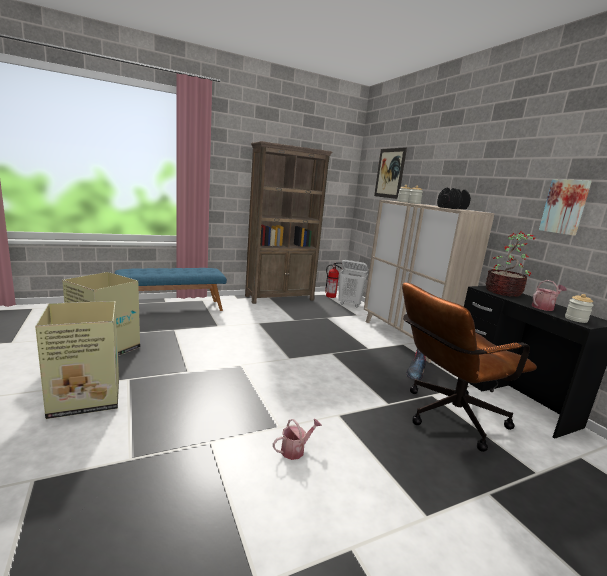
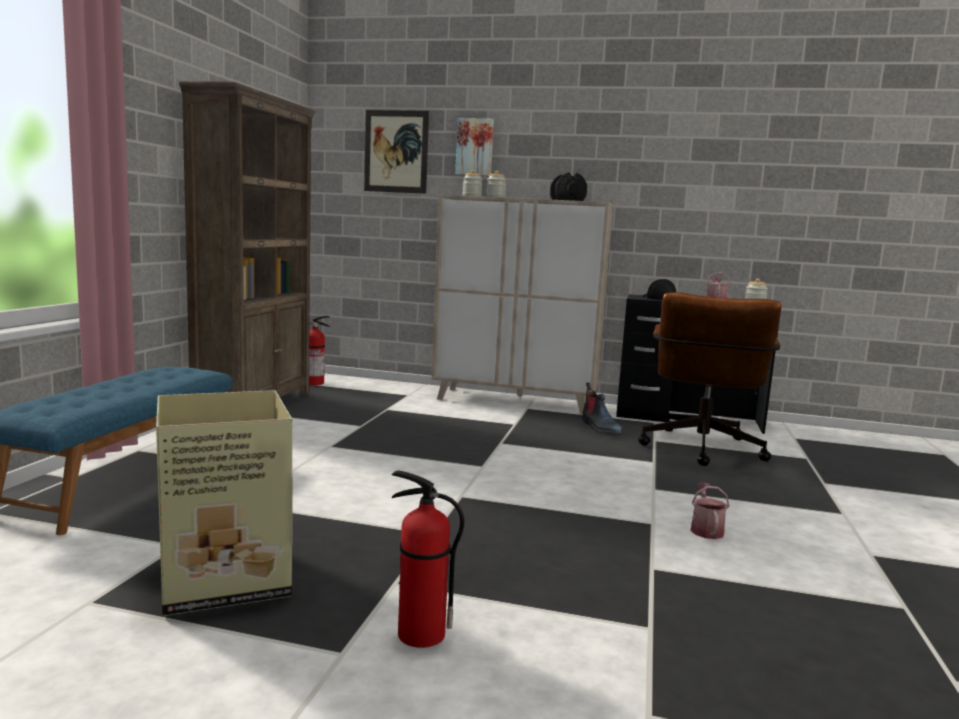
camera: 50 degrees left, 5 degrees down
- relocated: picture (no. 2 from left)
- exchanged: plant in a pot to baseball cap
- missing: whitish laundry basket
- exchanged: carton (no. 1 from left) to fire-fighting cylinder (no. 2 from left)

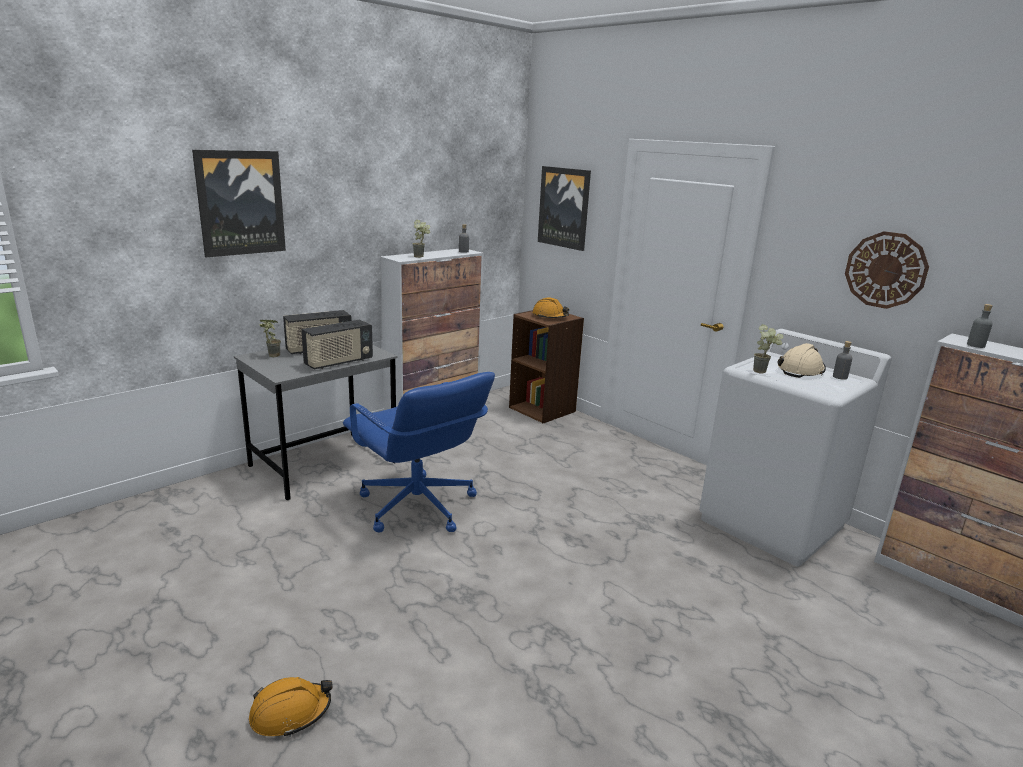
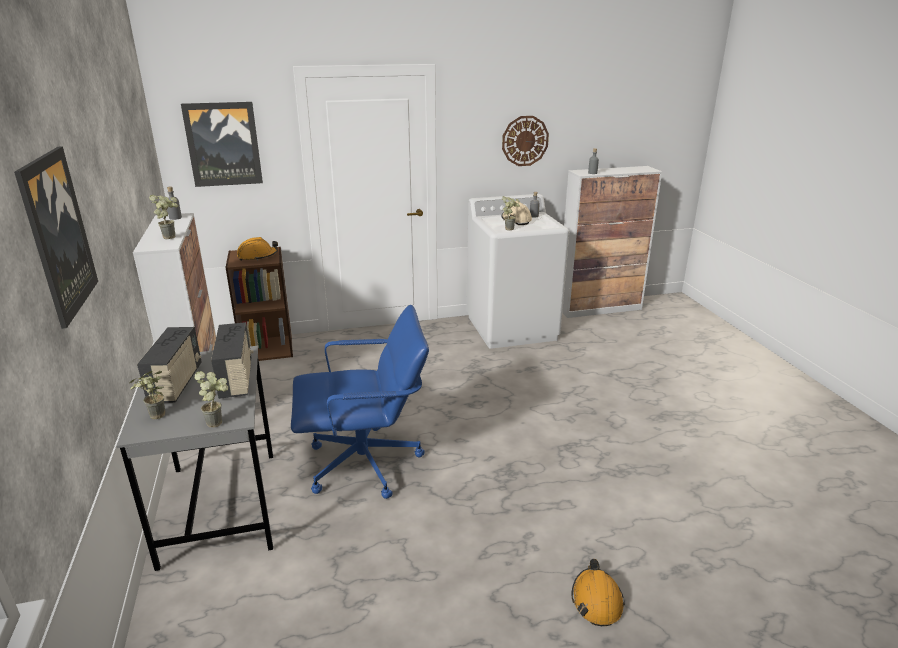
camera: 60 degrees left, 5 degrees up
- appeared: plant in a pot (no. 3 from left)

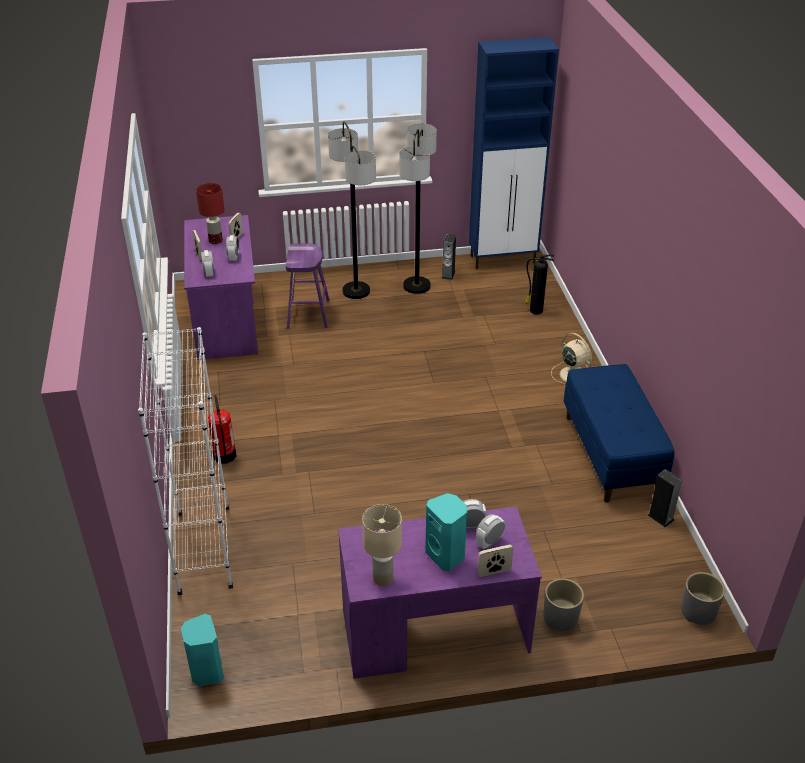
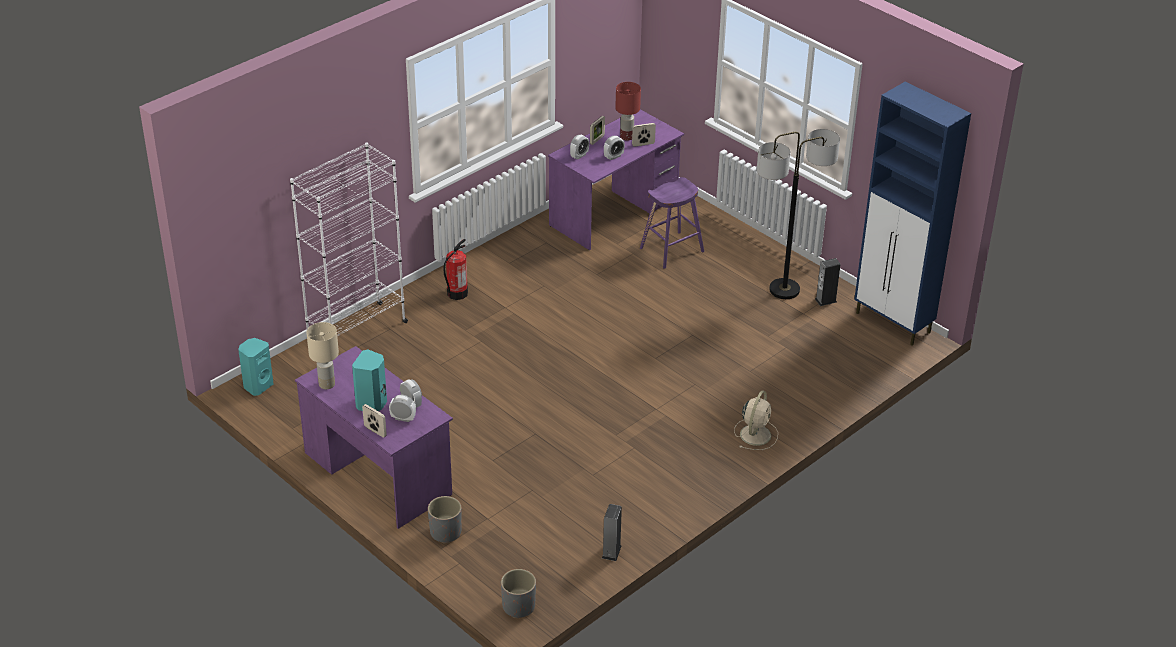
camera: 55 degrees right, 0 degrees up
- missing: standing lamp (no. 1 from left)
- missing: fire-fighting cylinder (no. 2 from left)
- missing: bluish bench

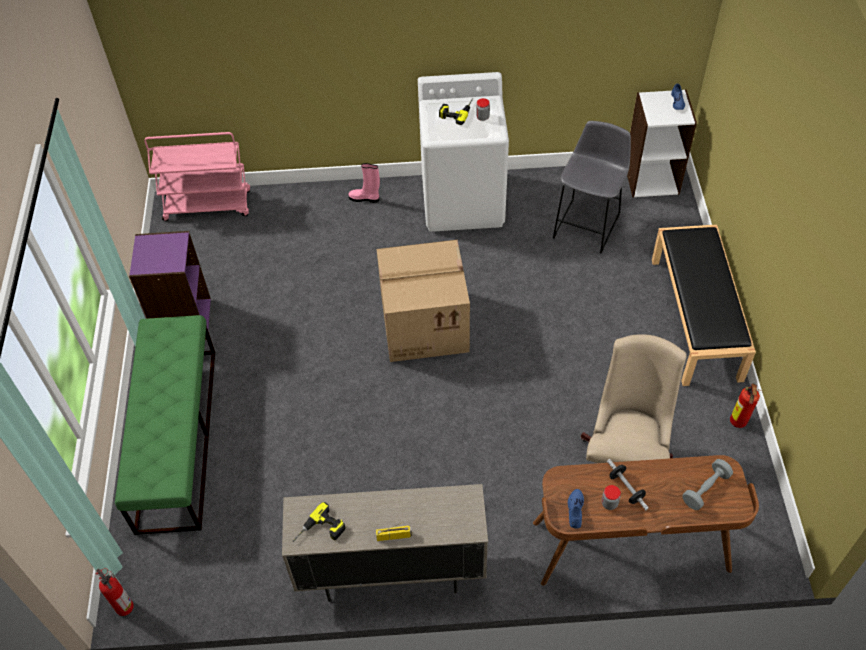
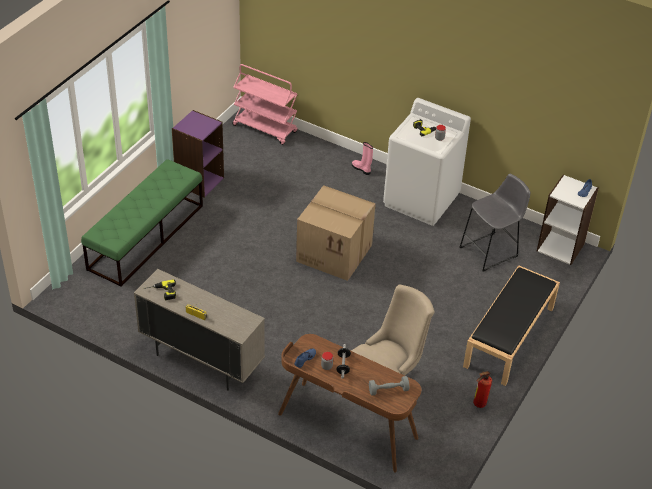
camera: 30 degrees right, 10 degrees down
- missing: fire-fighting cylinder (no. 1 from left)

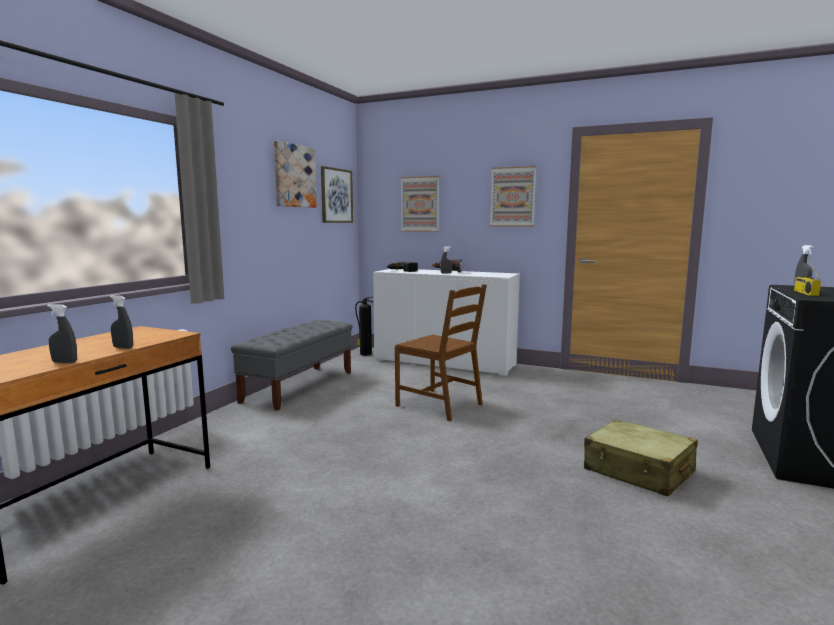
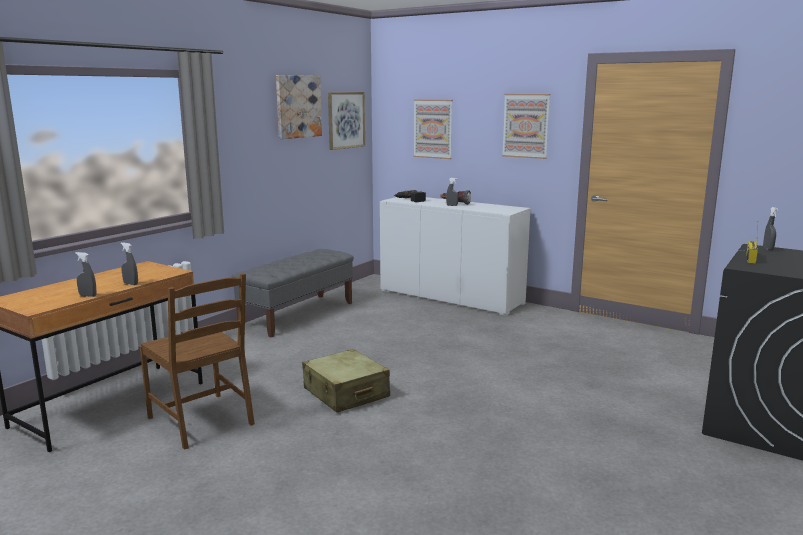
camera: 10 degrees right, 5 degrees up
- relocated: brown plain chair
- missing: fire-fighting cylinder
- relocated: sand-coloured travel case

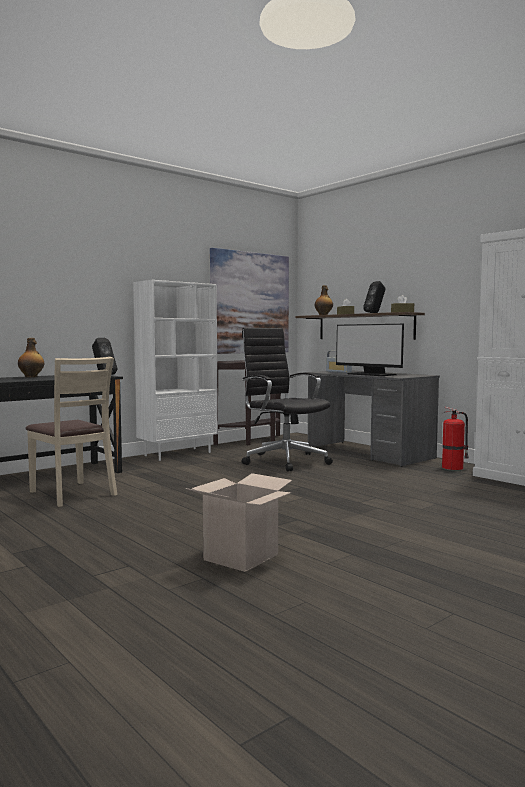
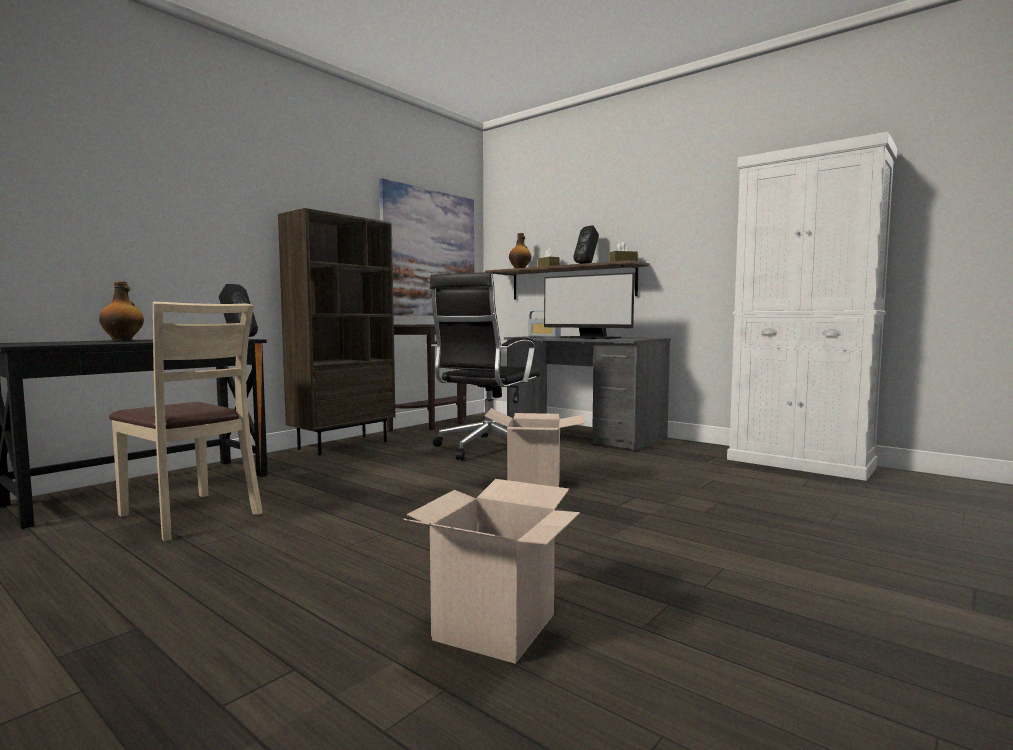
camera: 10 degrees left, 0 degrees up
- colour: whitish bookshelf to brown bookshelf
- spun: black-coloured computer chair 105 degrees counterclockwise
- missing: fire-fighting cylinder
- appeared: carton (no. 2 from left)

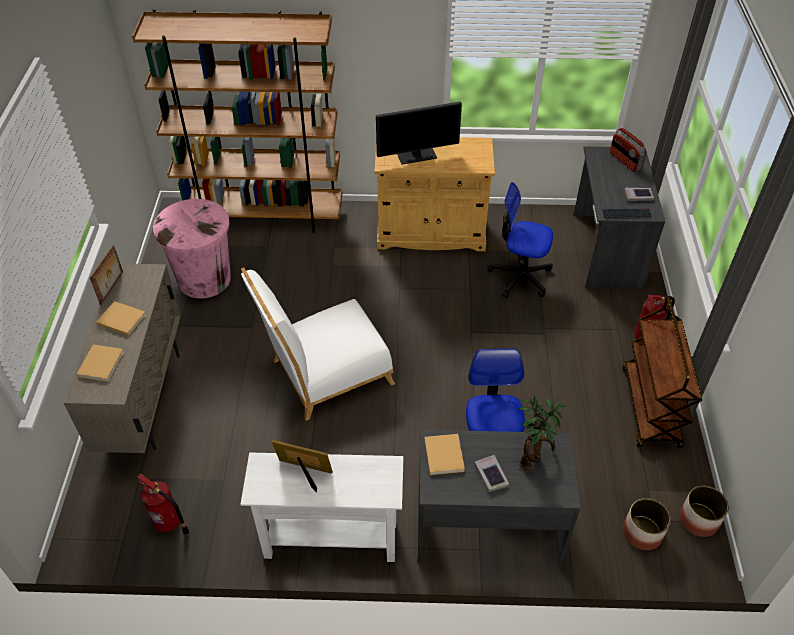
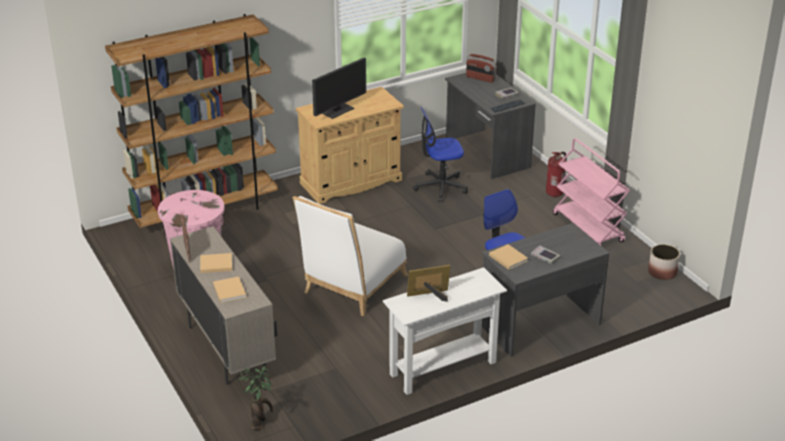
camera: 30 degrees left, 15 degrees down
- colour: brown wheeled cart to pink wheeled cart
- relocated: plant in a pot
- missing: fire-fighting cylinder (no. 1 from left)
- missing: plant pot (no. 1 from left)

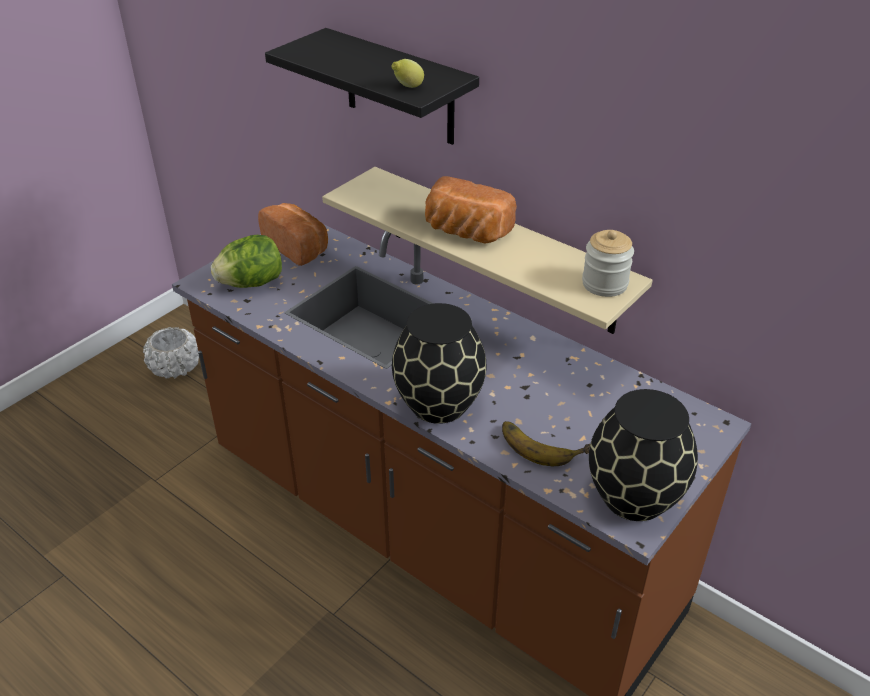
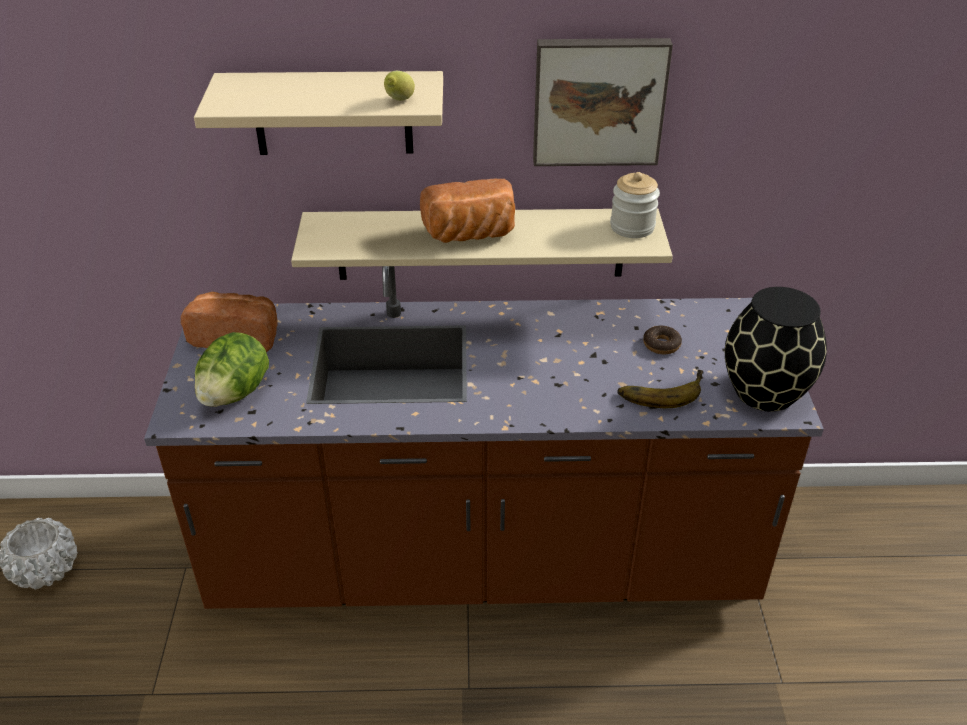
camera: 40 degrees left, 0 degrees up
- colour: black-coloured bracket shelf to sand-coloured bracket shelf (no. 1 from left)
- missing: black-coloured vase (no. 1 from left)
- appeared: picture
- appeared: doughnut

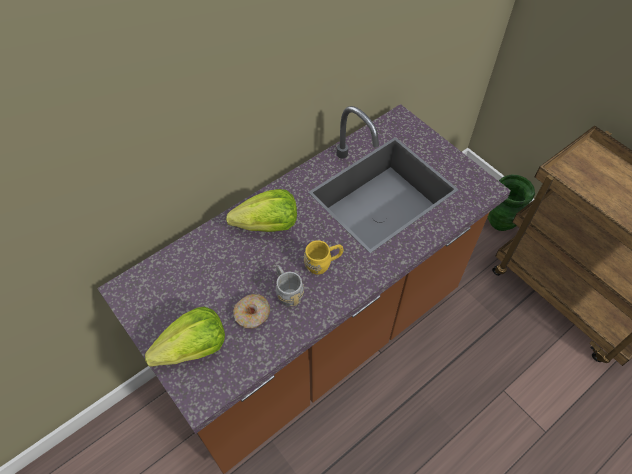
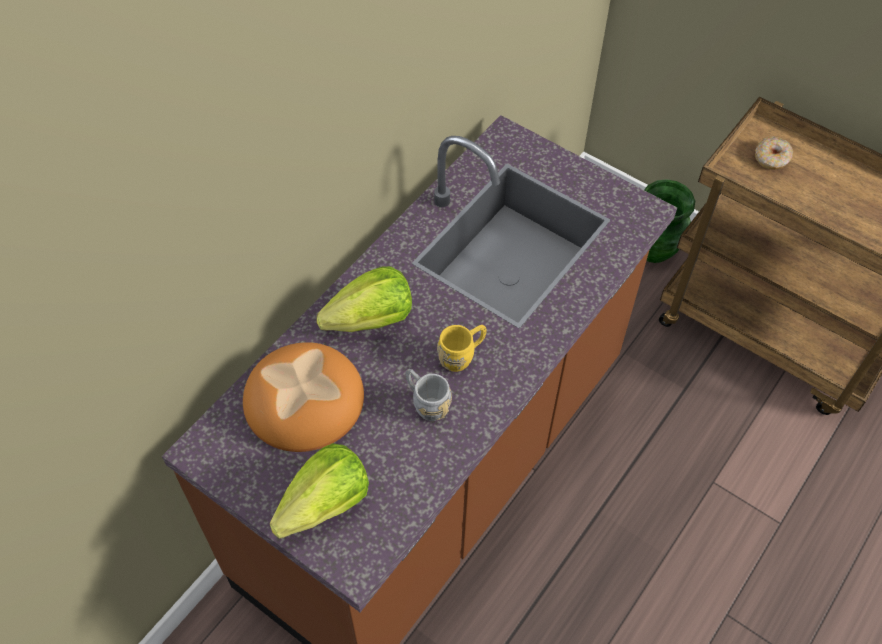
camera: 15 degrees left, 0 degrees up
- relocated: doughnut
- appeared: bread

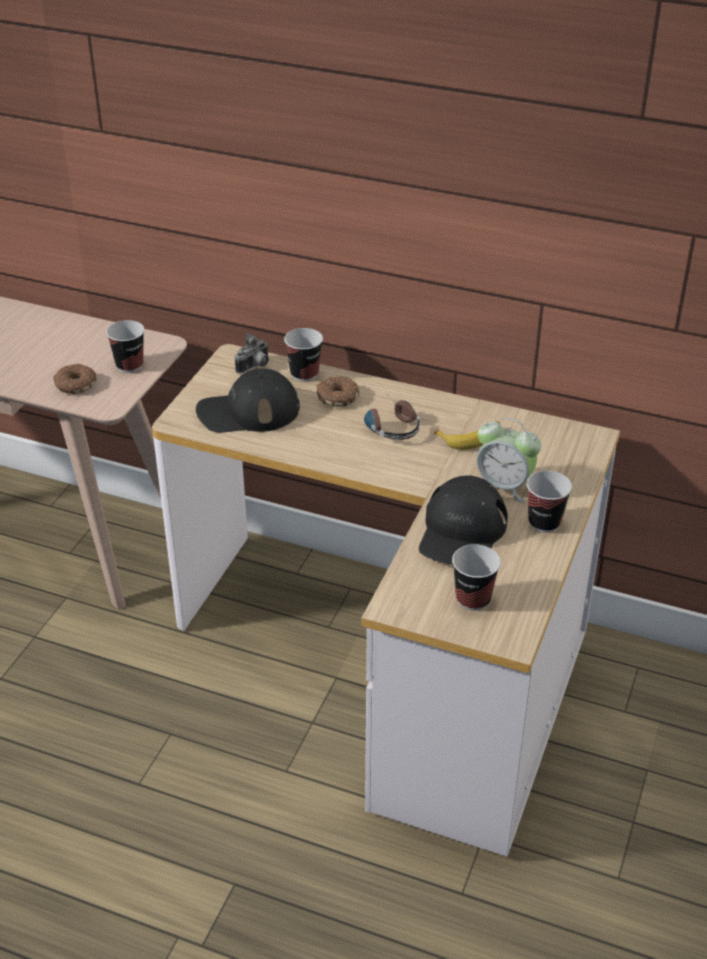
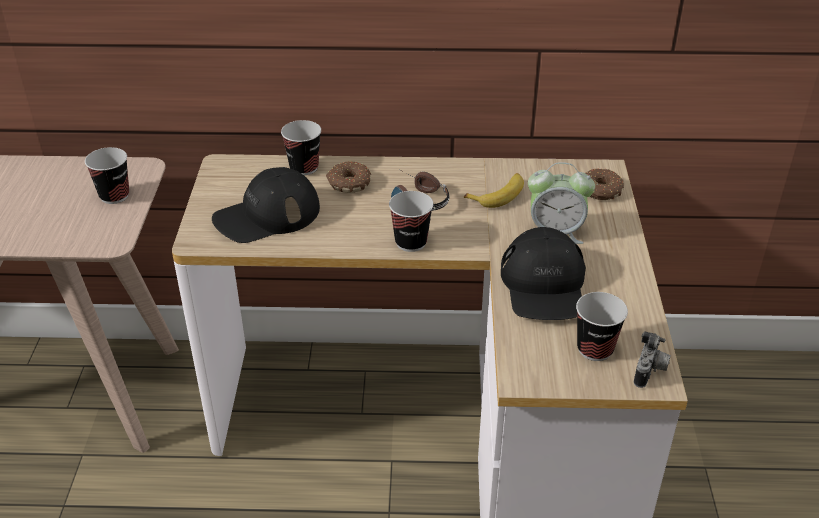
camera: 20 degrees left, 0 degrees up
- relocated: photo camera
- relocated: doughnut (no. 1 from left in the first image) to doughnut (no. 2 from left)
- relocated: cup (no. 4 from left in the first image) to cup (no. 3 from left)

